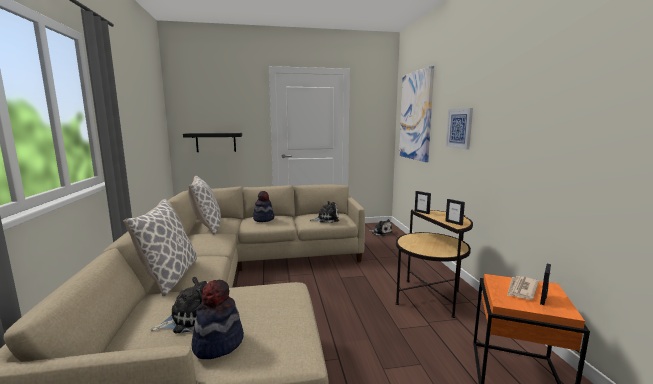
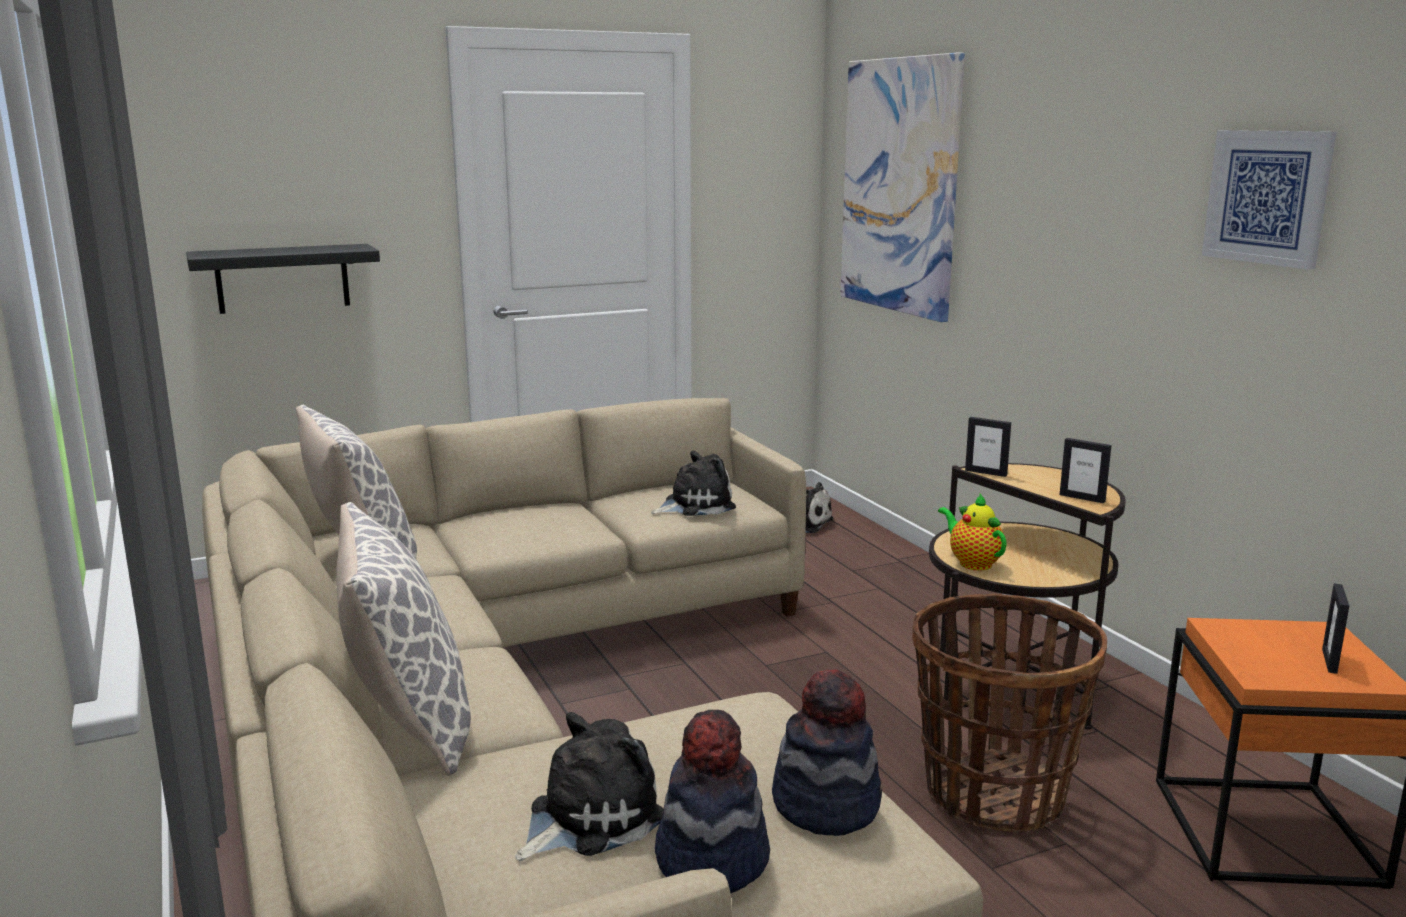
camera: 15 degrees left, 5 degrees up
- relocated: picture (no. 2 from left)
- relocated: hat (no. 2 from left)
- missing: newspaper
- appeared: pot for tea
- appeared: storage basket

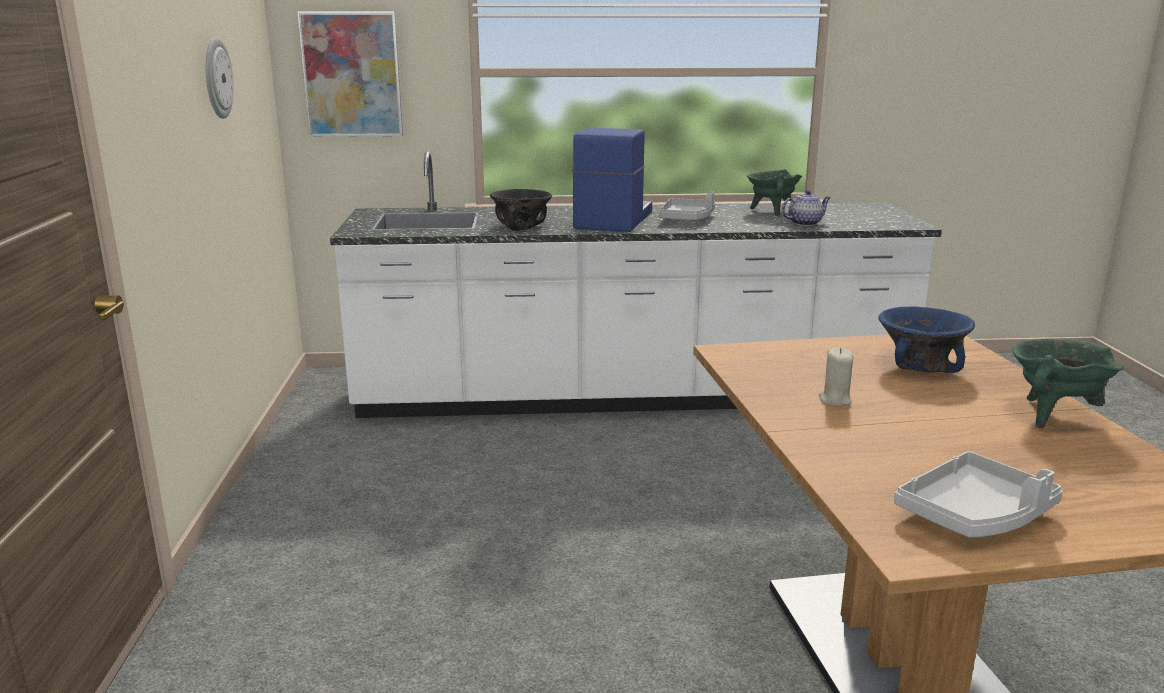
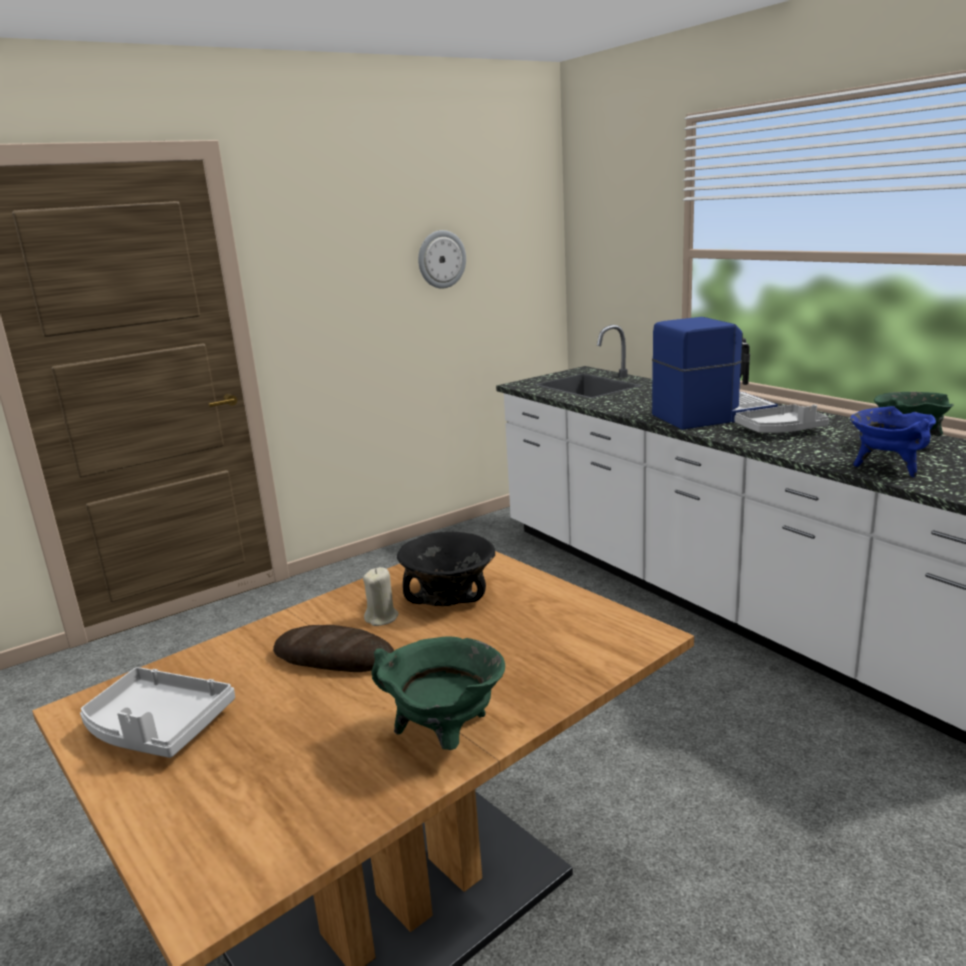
camera: 60 degrees right, 0 degrees up
- missing: picture
- relocated: black-coloured bowl
- exchanged: pot for tea to bluish saucepot
- missing: bluish bowl
- appeared: bread

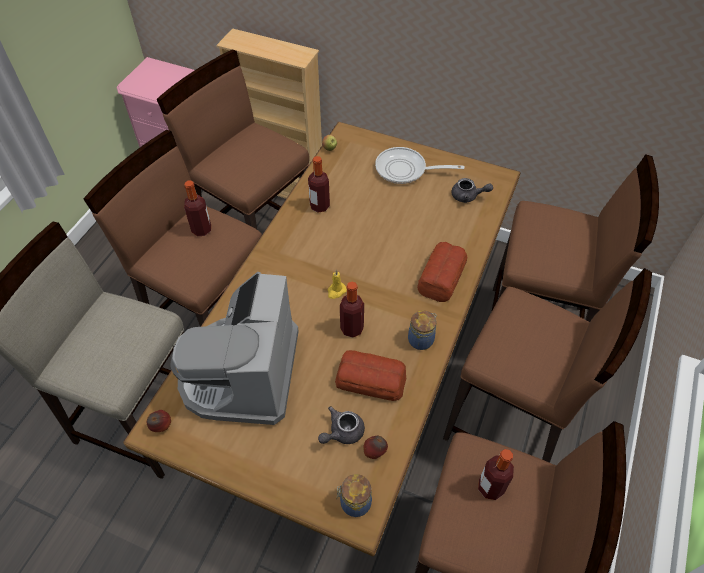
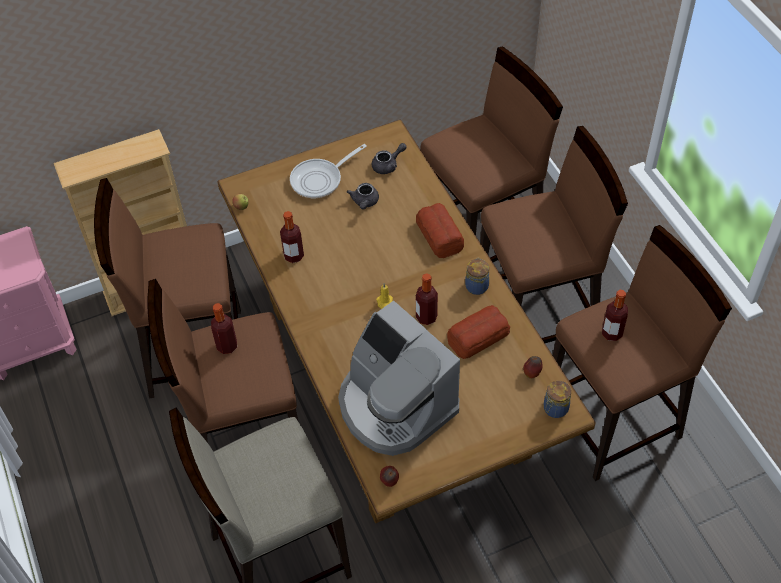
camera: 45 degrees left, 0 degrees up
- relocated: grey pot for tea (no. 1 from left)

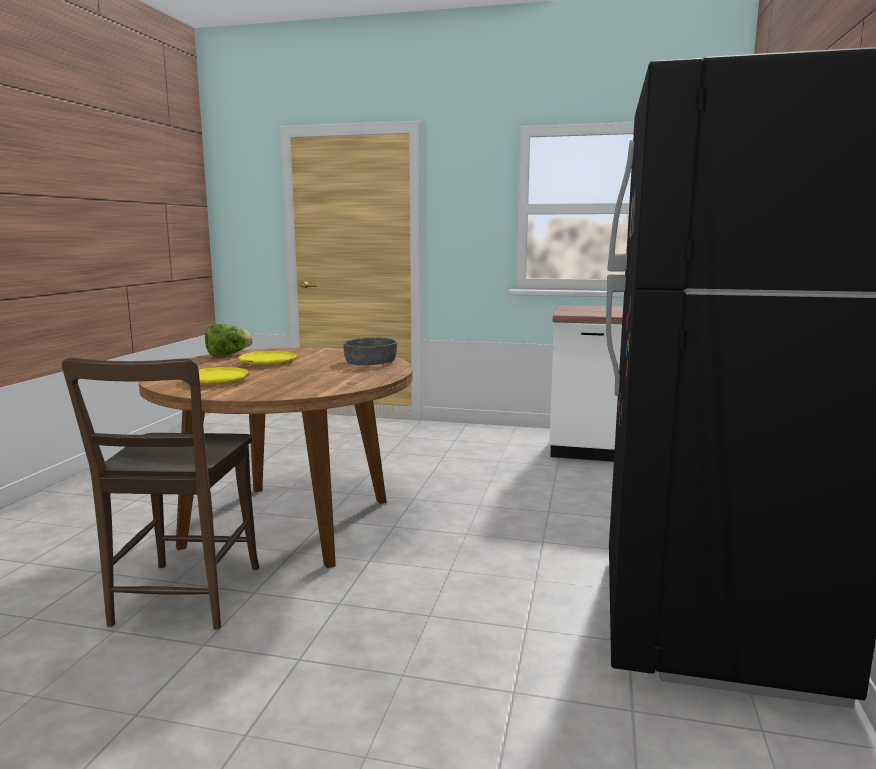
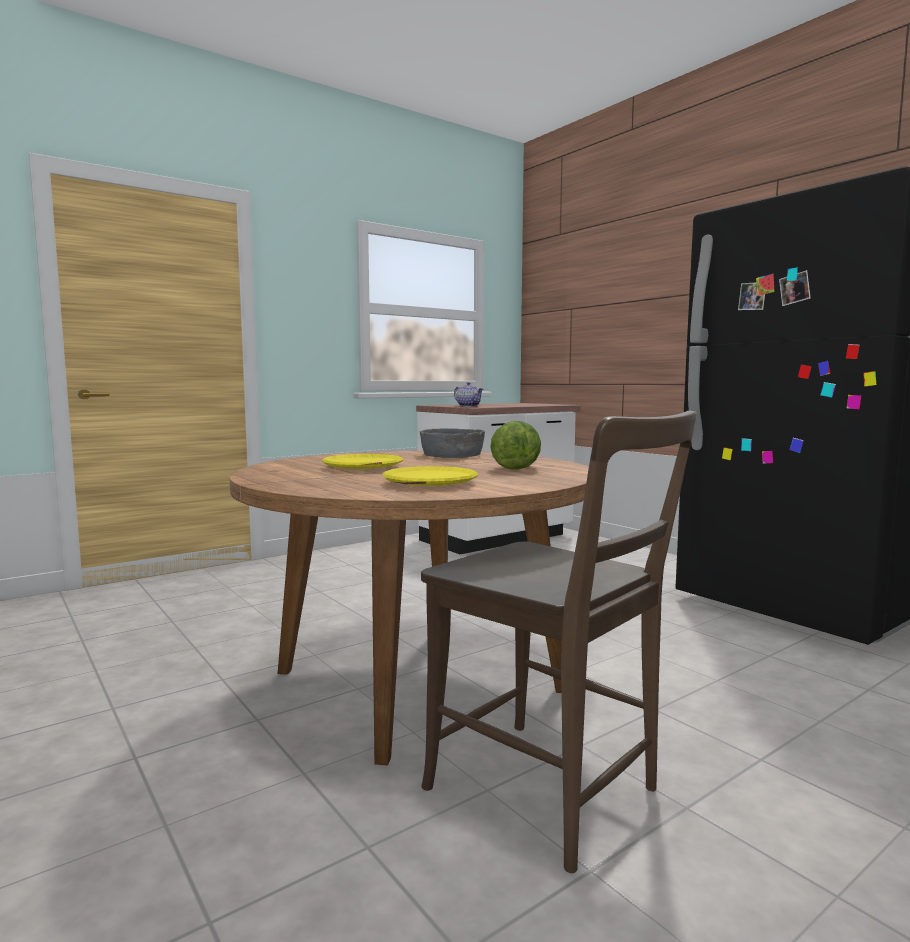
camera: 50 degrees left, 5 degrees down
- relocated: lettuce
- appeared: pot for tea

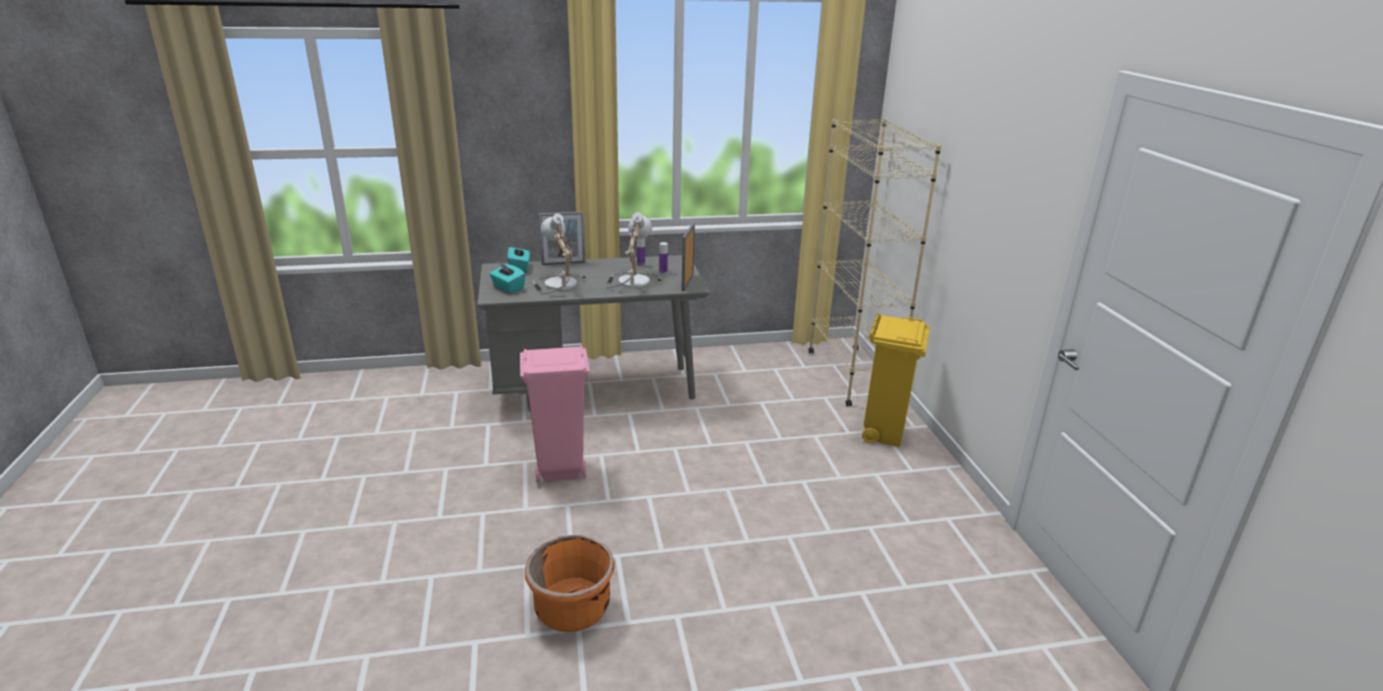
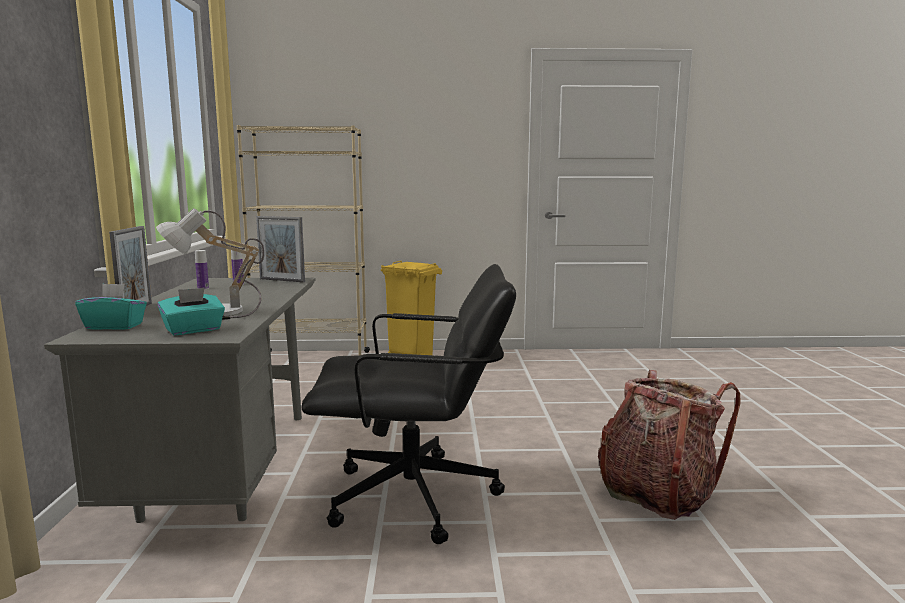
camera: 80 degrees left, 15 degrees down
- missing: lamp for a table (no. 2 from left)
- exchanged: pink trash can to black-coloured computer chair
- exchanged: orange-coloured plant pot to knapsack

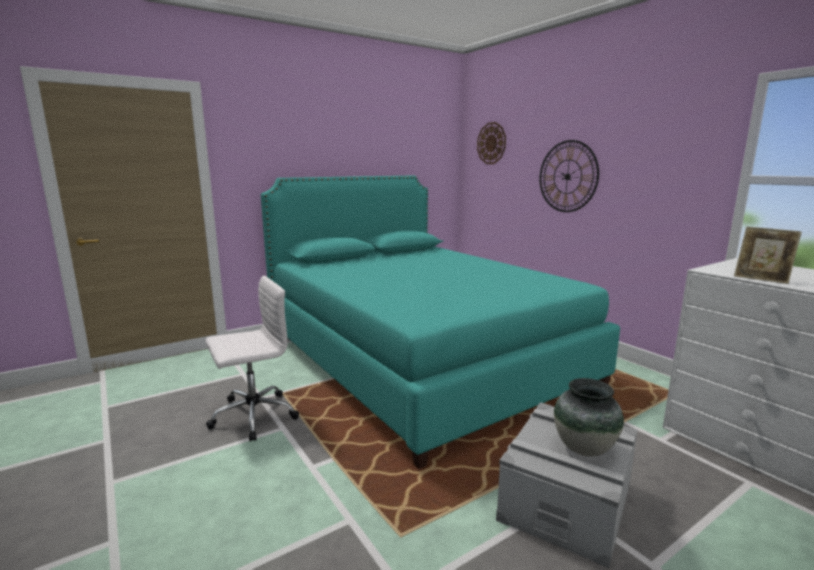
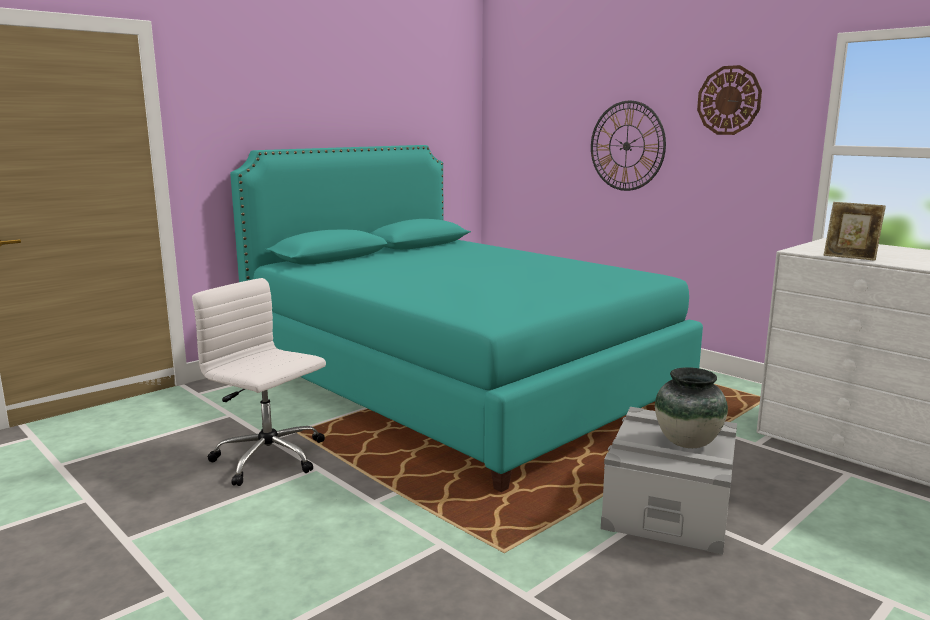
camera: 10 degrees left, 0 degrees up
- relocated: clock on the wall (no. 1 from left in the first image) to clock on the wall (no. 2 from left)
- spun: whitish computer chair 105 degrees counterclockwise

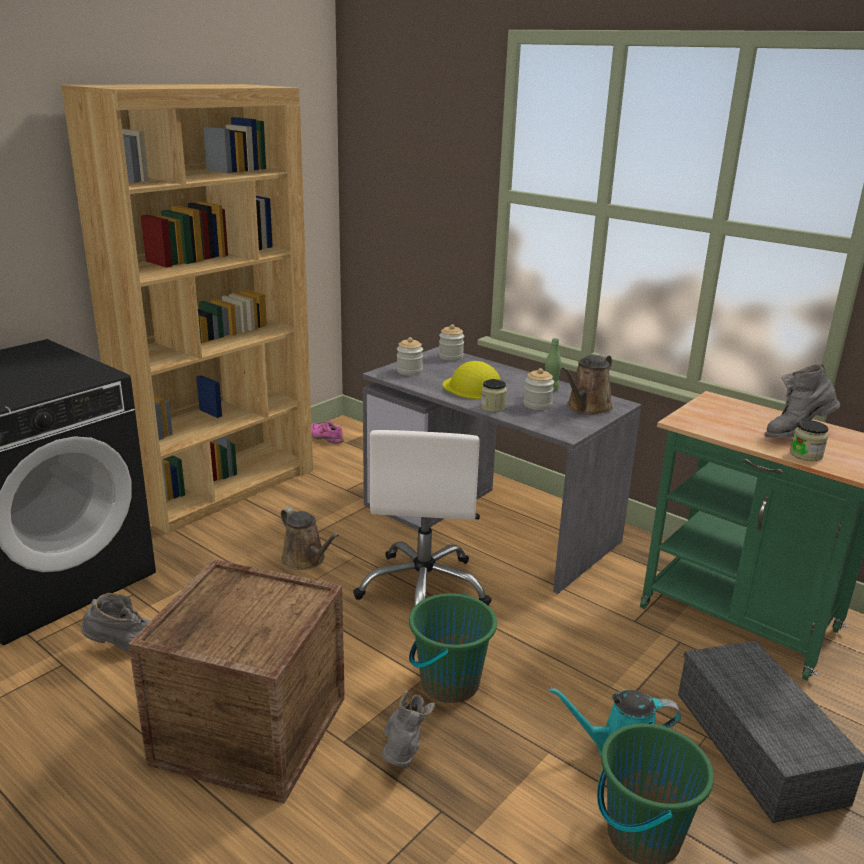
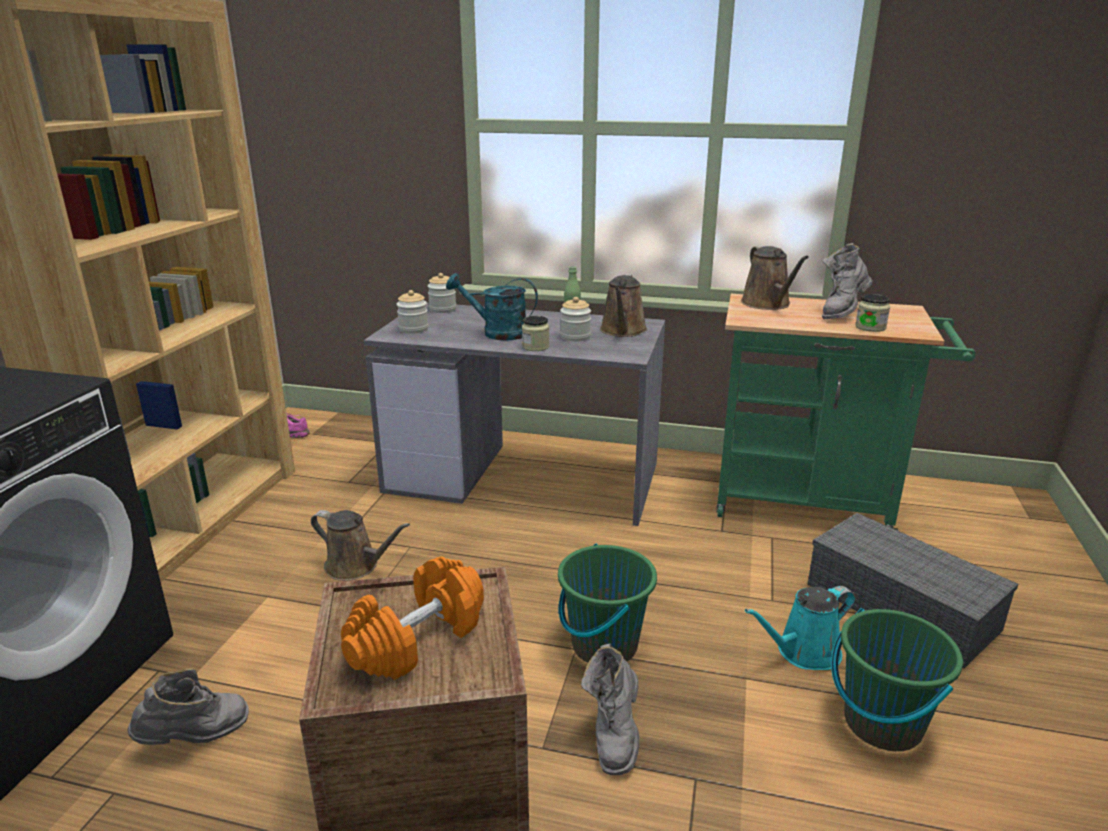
camera: 25 degrees left, 0 degrees up
- exchanged: yellow work helmet to turquoise watering can (no. 1 from left)
- missing: whitish computer chair
- spun: grey boot (no. 2 from left) 150 degrees counterclockwise
- appeared: brown watering can (no. 3 from left)
- appeared: orange-coloured free weight

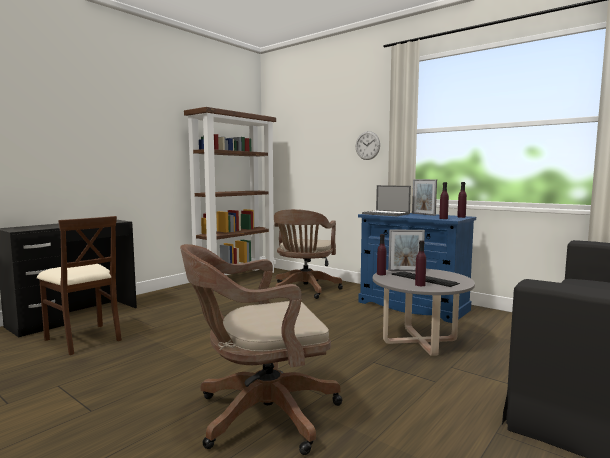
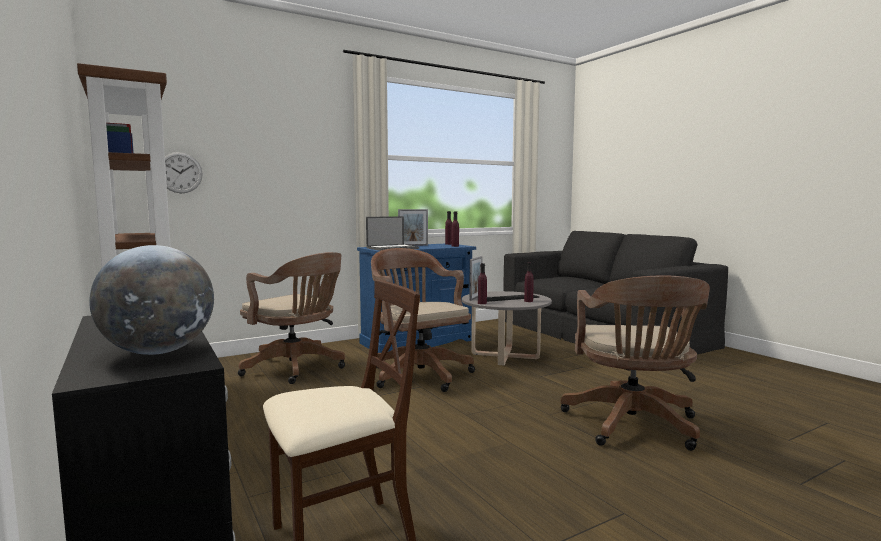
camera: 70 degrees left, 0 degrees up
- relocated: clock on the wall
- appeared: globe
- appeared: brown computer chair (no. 2 from left)

